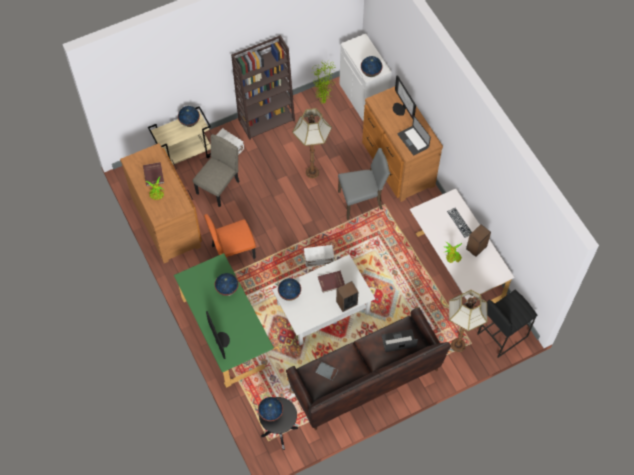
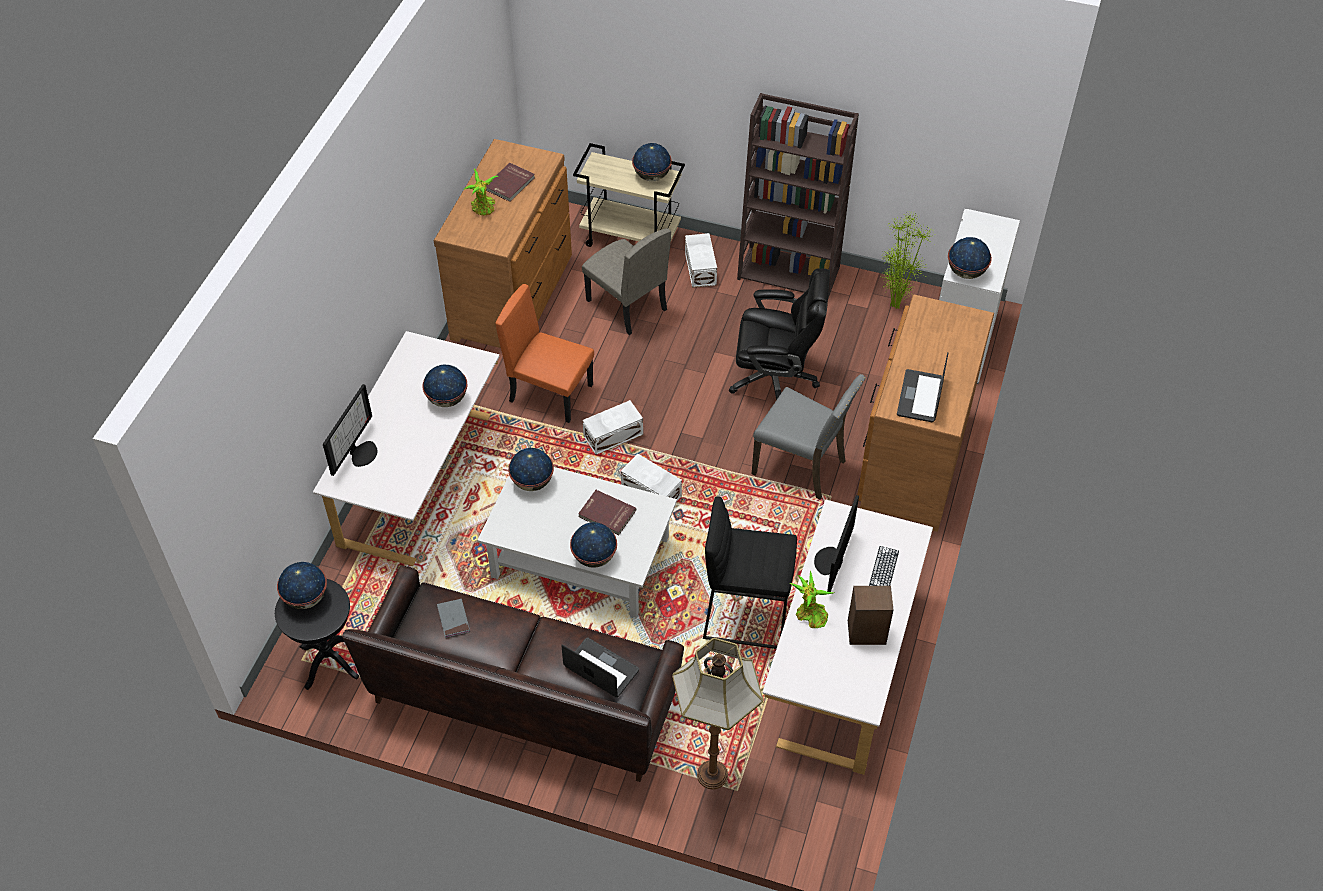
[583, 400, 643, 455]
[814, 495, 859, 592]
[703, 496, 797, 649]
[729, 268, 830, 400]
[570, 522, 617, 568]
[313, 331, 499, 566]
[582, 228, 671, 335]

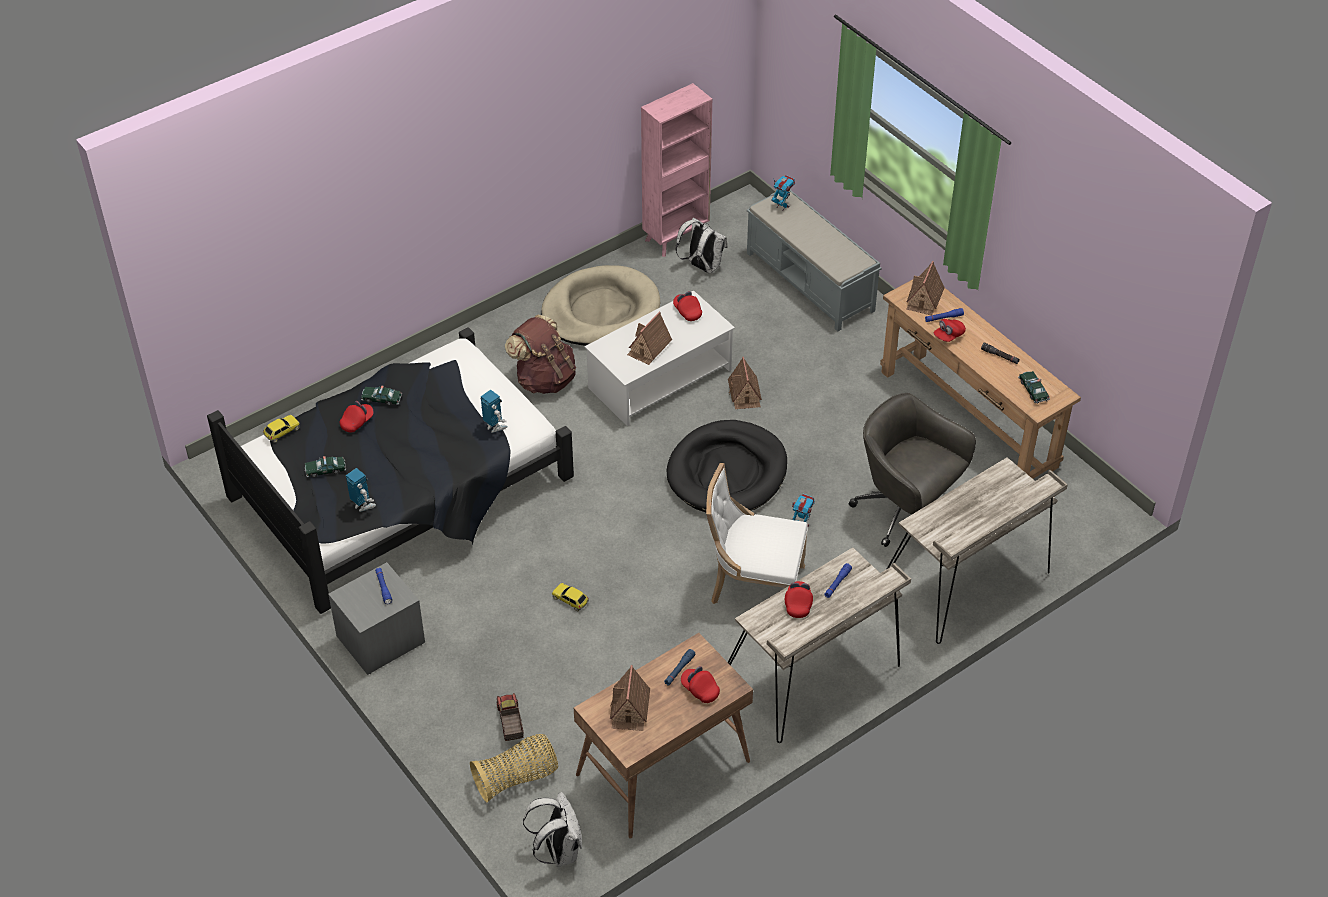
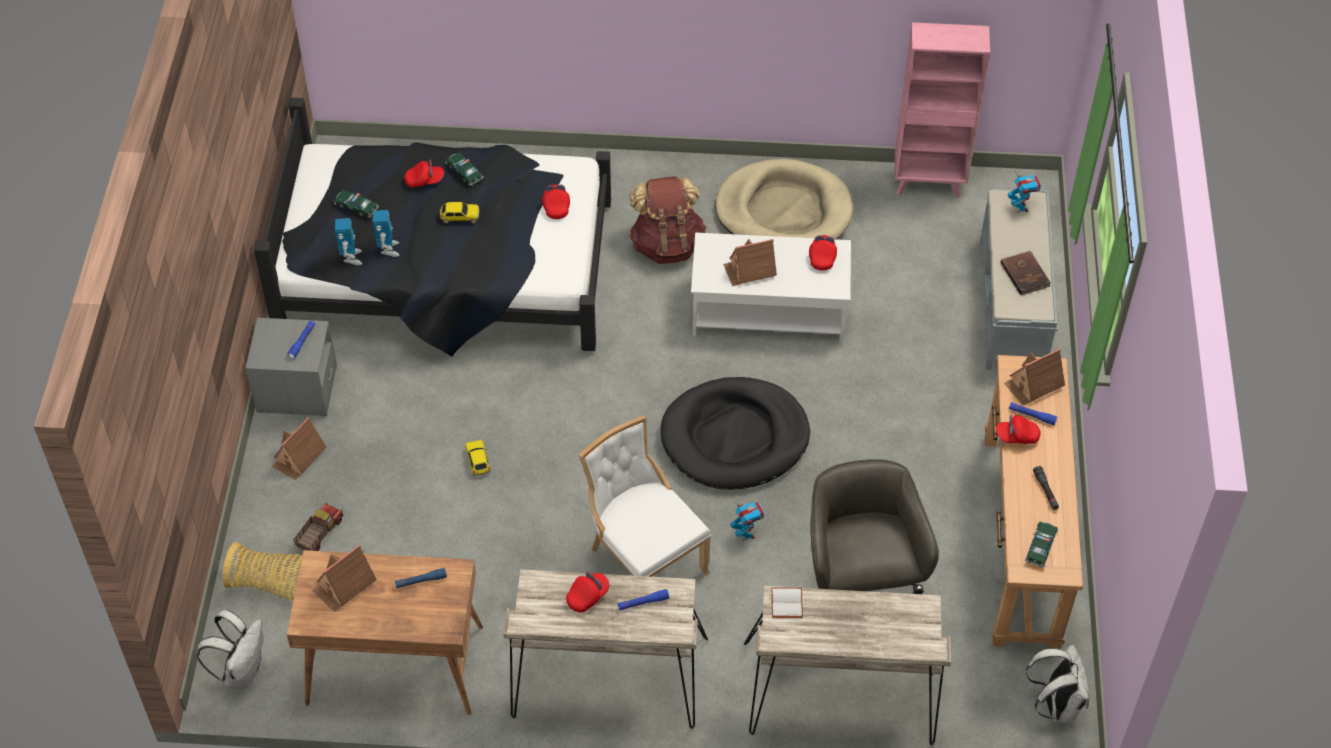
[771, 588, 803, 618]
[1000, 250, 1051, 295]
[440, 202, 479, 223]
[373, 210, 400, 257]
[1026, 645, 1089, 722]
[542, 185, 570, 219]
[272, 417, 327, 480]

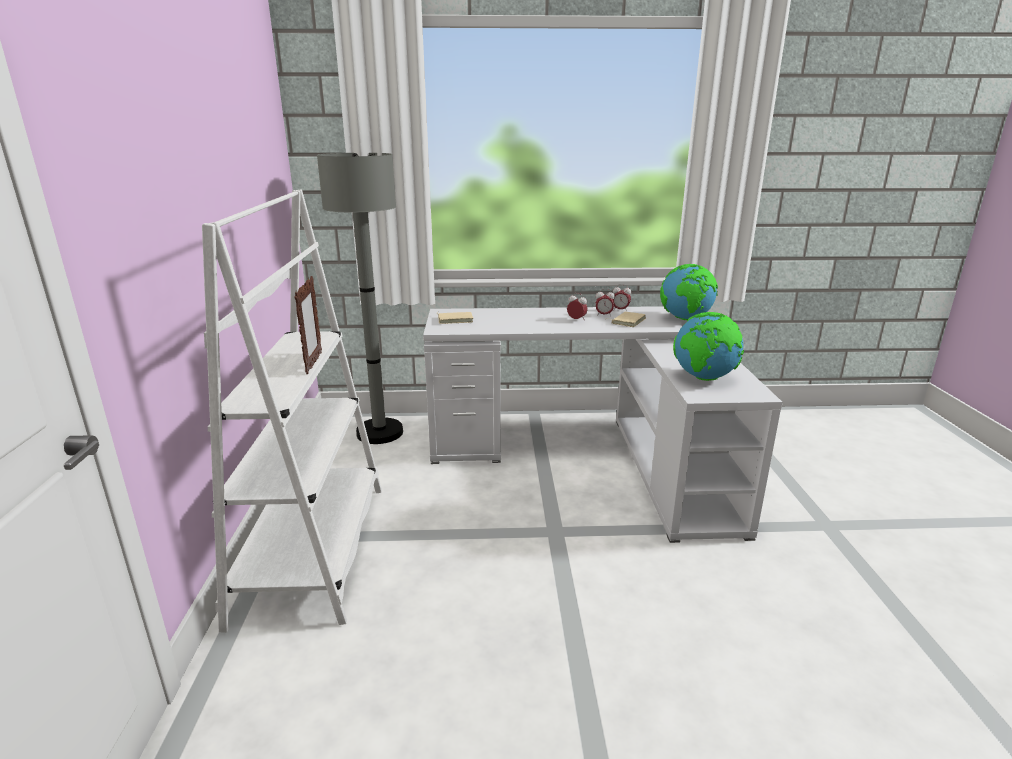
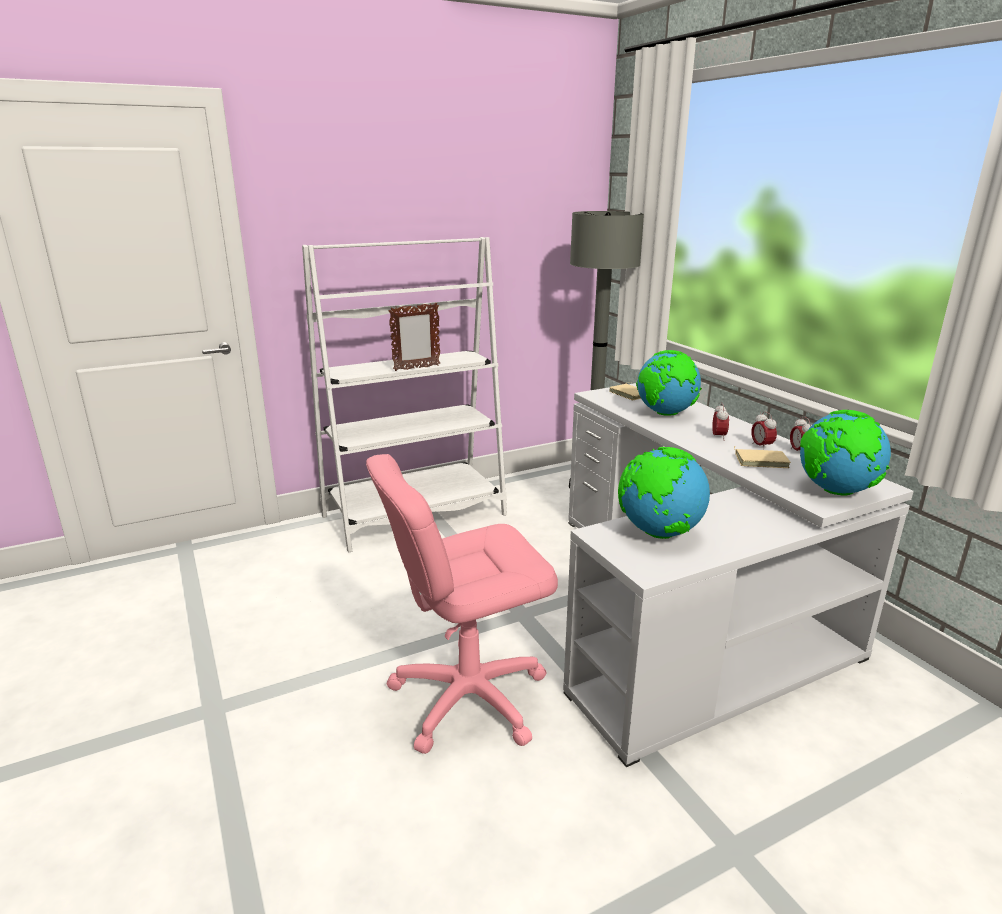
[366, 454, 558, 754]
[636, 350, 702, 416]

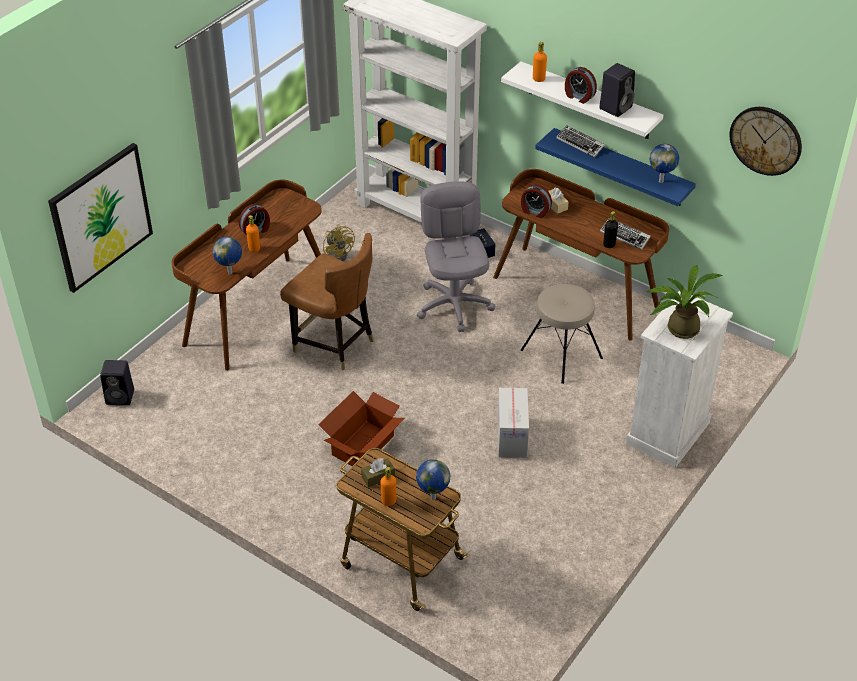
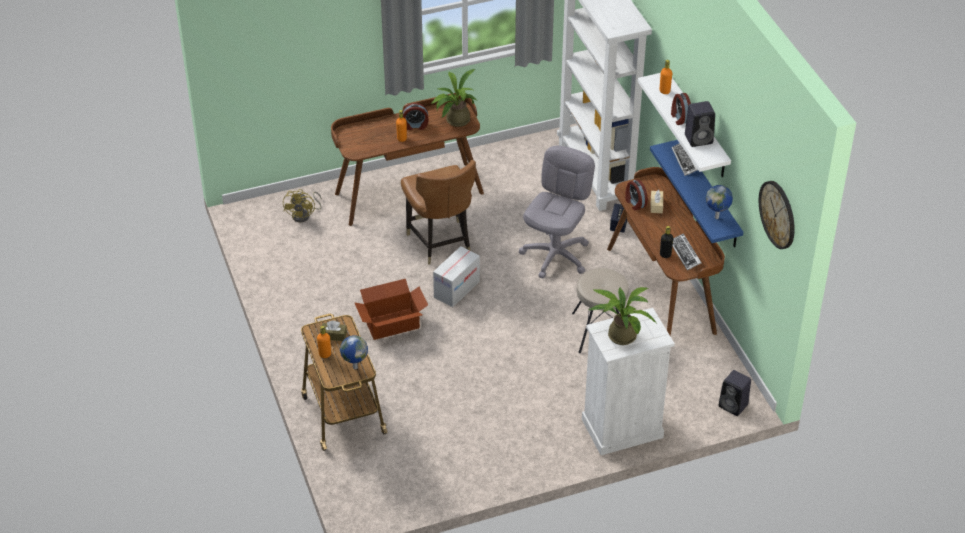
[48, 143, 153, 293] (first image)
[213, 237, 242, 274] (first image)
[431, 69, 477, 127]
[719, 370, 751, 416]
[283, 189, 322, 222]
[433, 246, 480, 307]

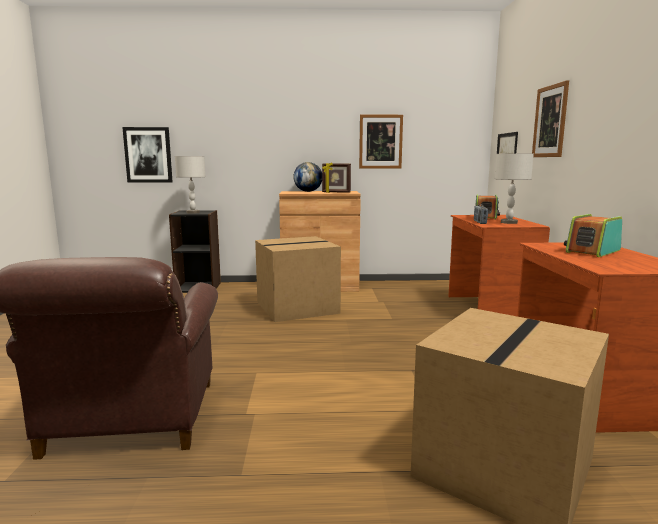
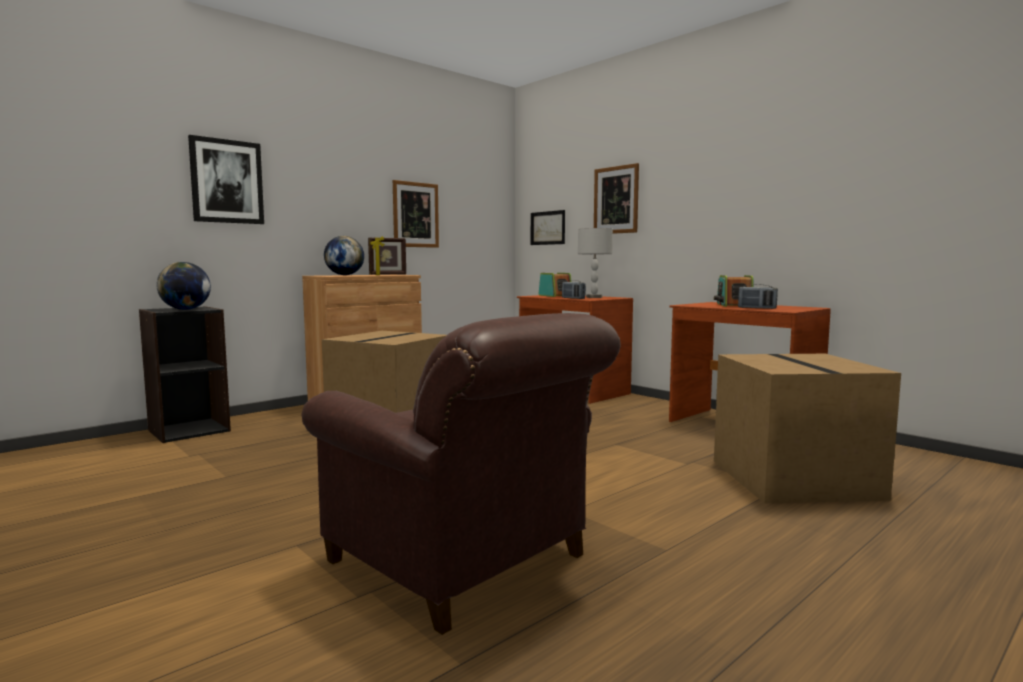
[738, 284, 778, 309]
[188, 135, 264, 224]
[156, 262, 211, 310]

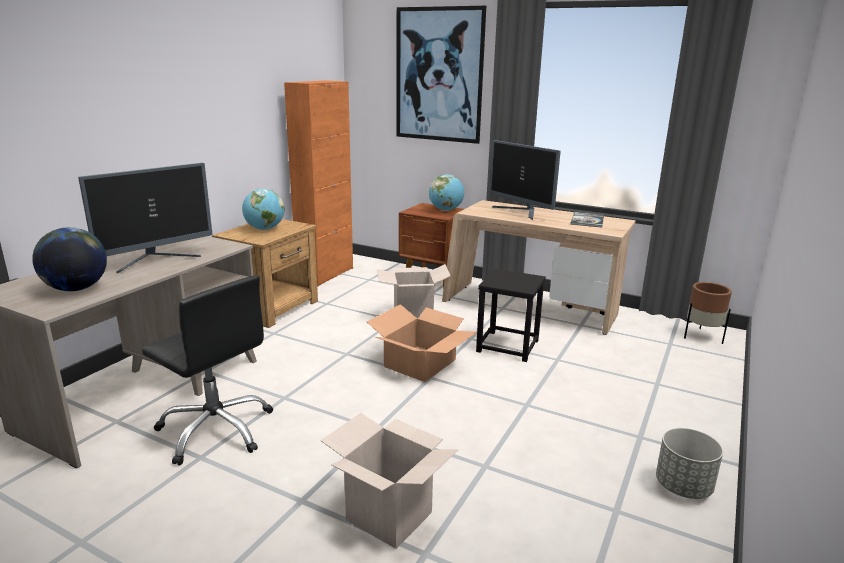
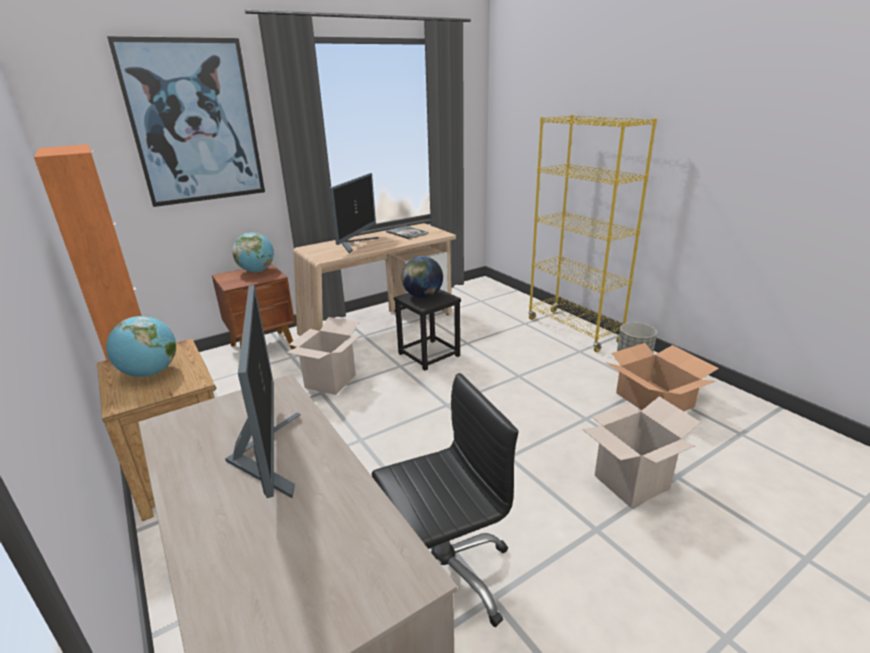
[684, 282, 732, 344] (first image)
[528, 115, 657, 352]
[402, 256, 443, 298]
[605, 343, 719, 411]
[329, 173, 379, 254]

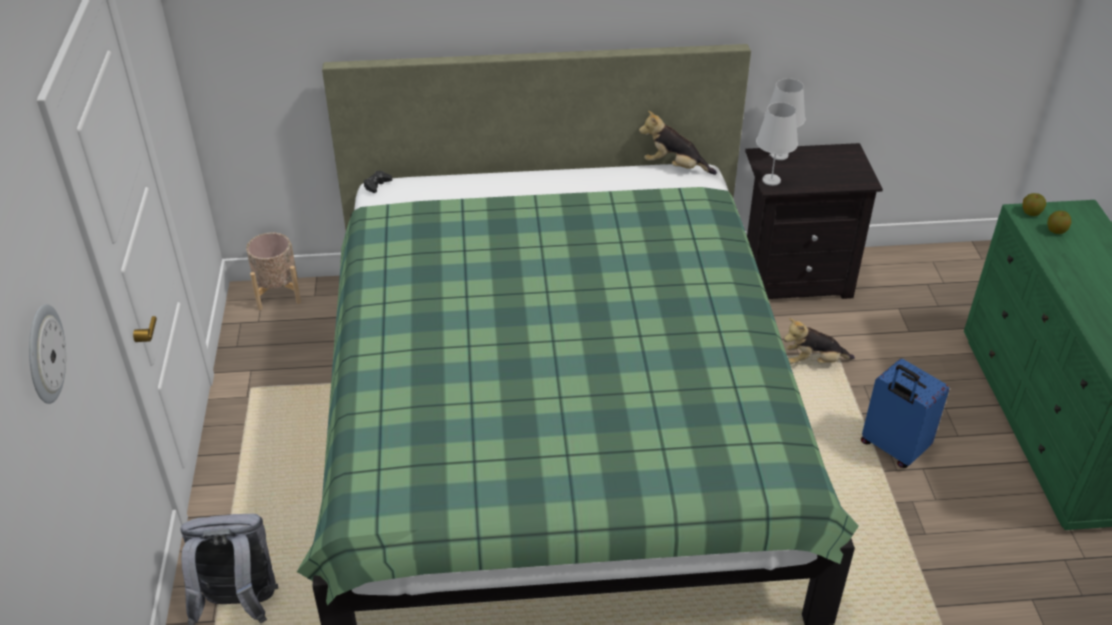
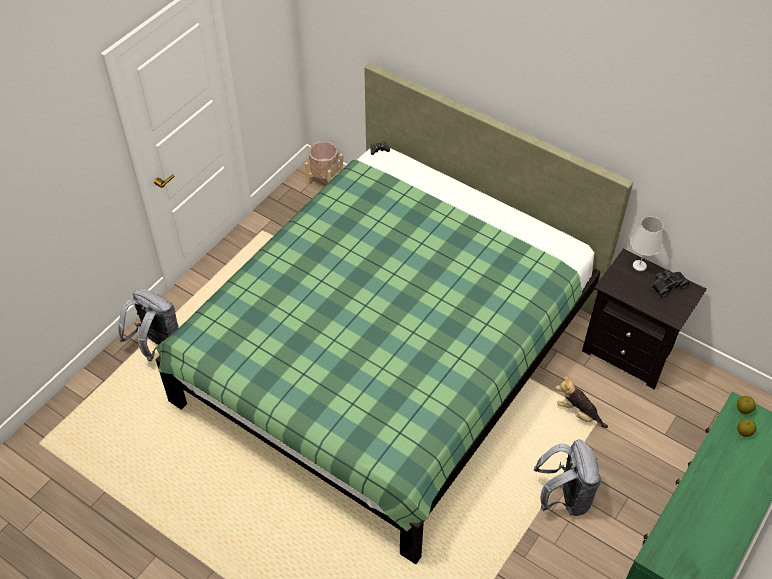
[29, 304, 66, 404] (first image)
[639, 111, 717, 175] (first image)
[756, 102, 798, 186] (first image)
[652, 270, 690, 298]
[534, 439, 601, 516]

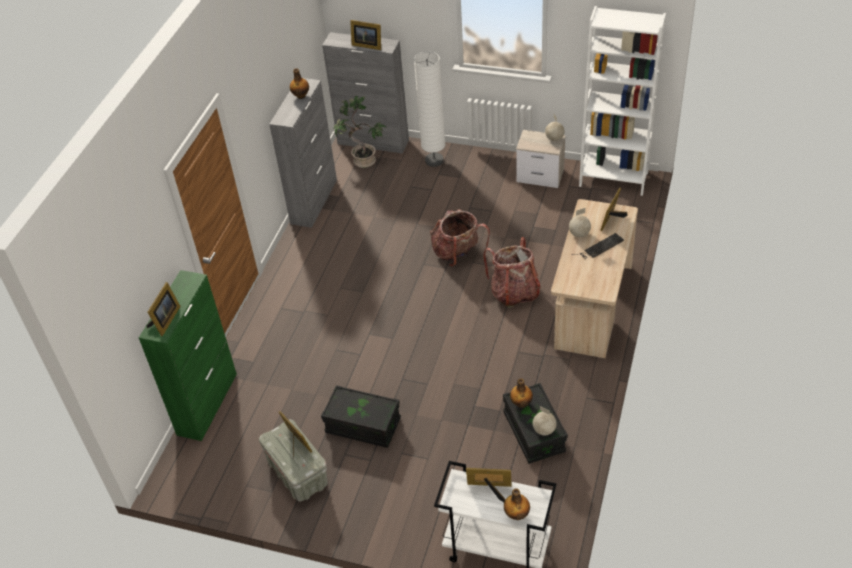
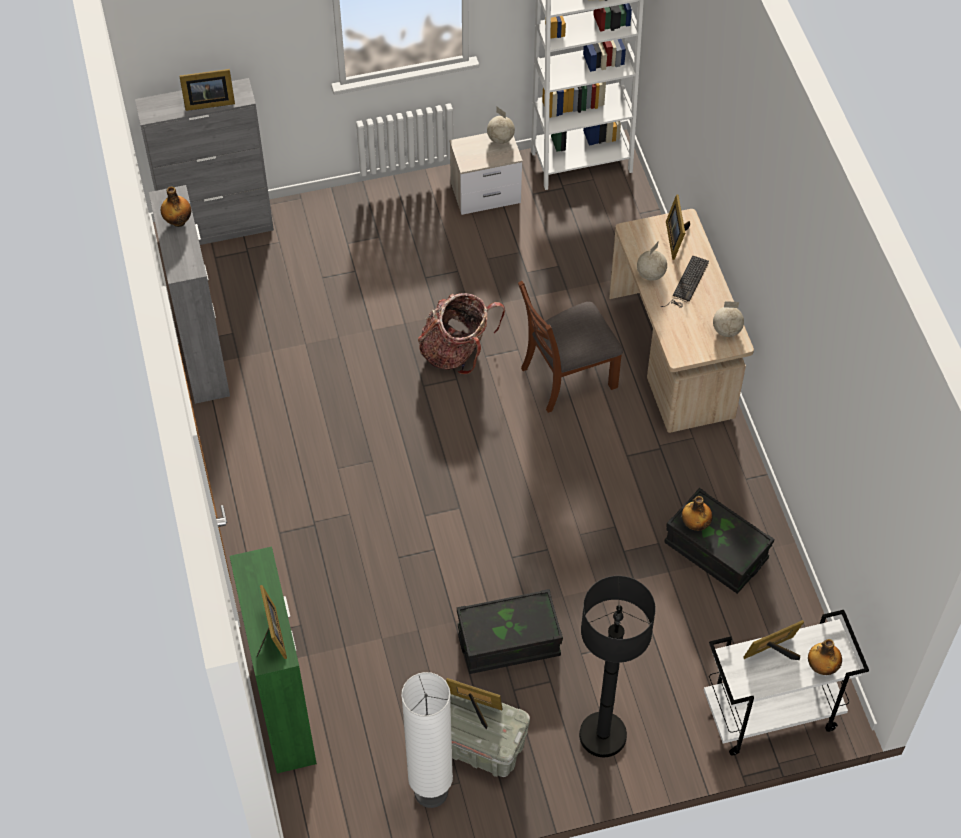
[333, 96, 386, 168] (first image)
[579, 576, 656, 757]
[401, 672, 453, 808]
[713, 301, 744, 337]
[518, 281, 623, 413]

